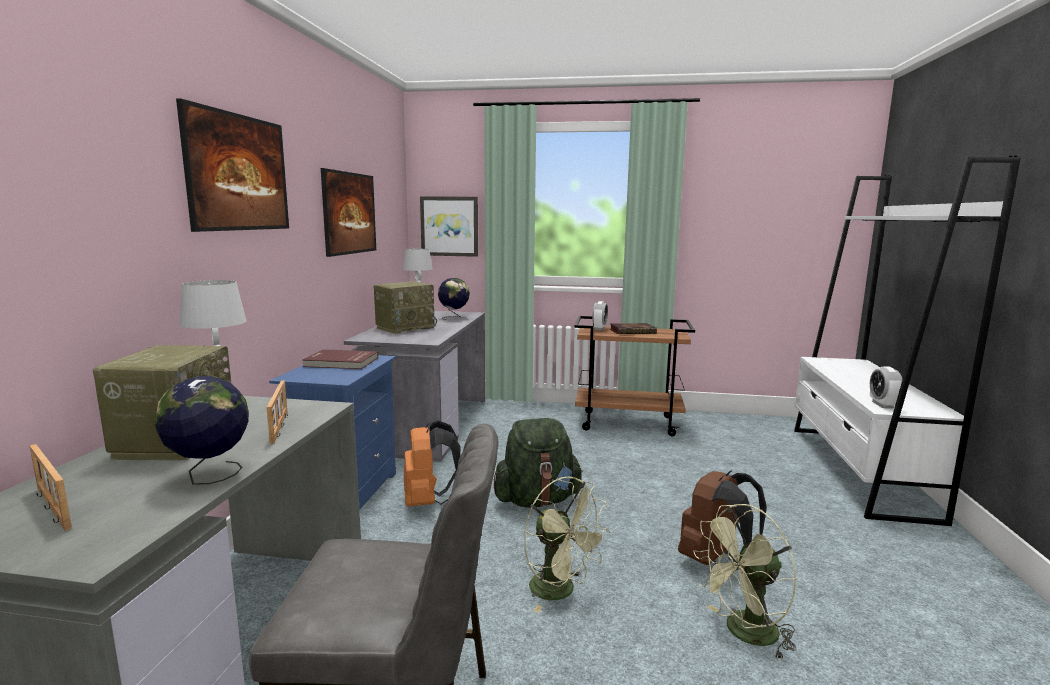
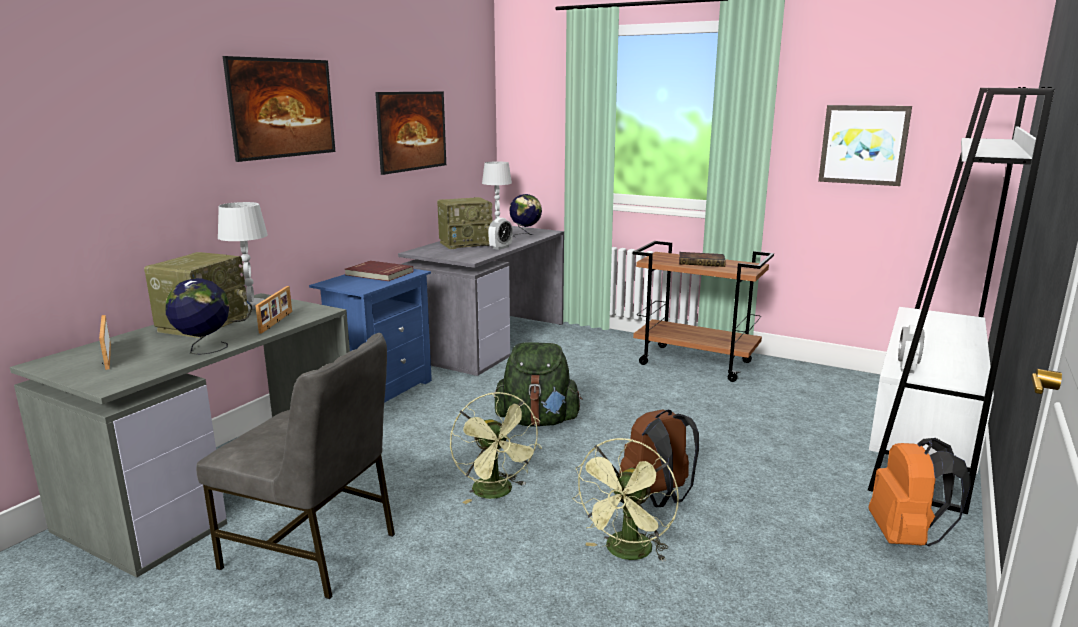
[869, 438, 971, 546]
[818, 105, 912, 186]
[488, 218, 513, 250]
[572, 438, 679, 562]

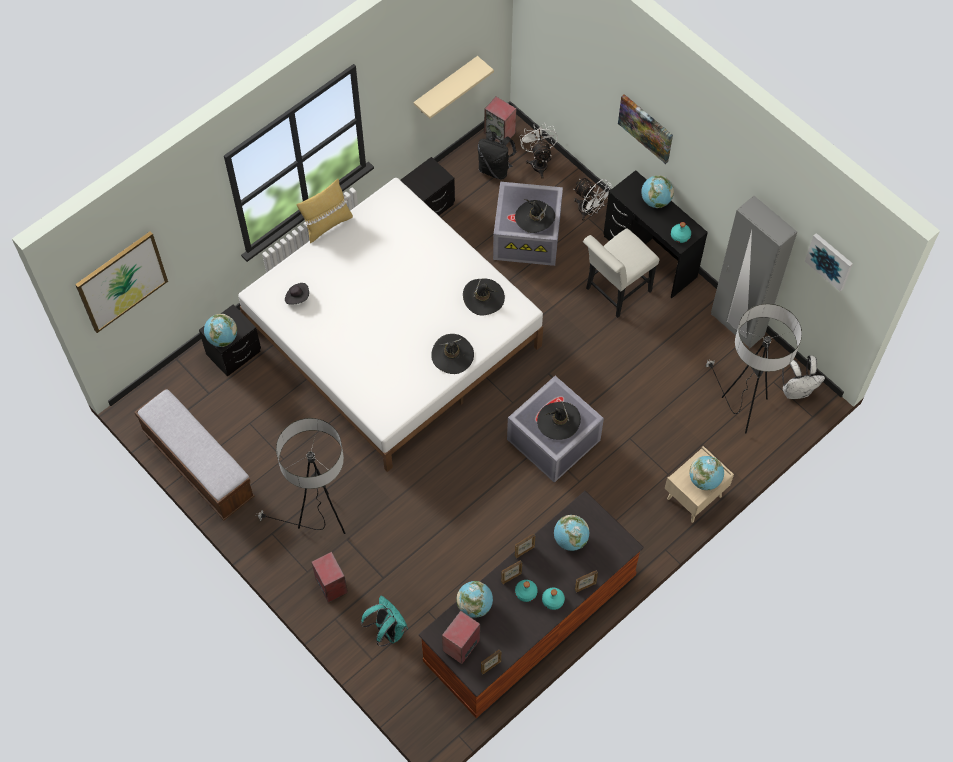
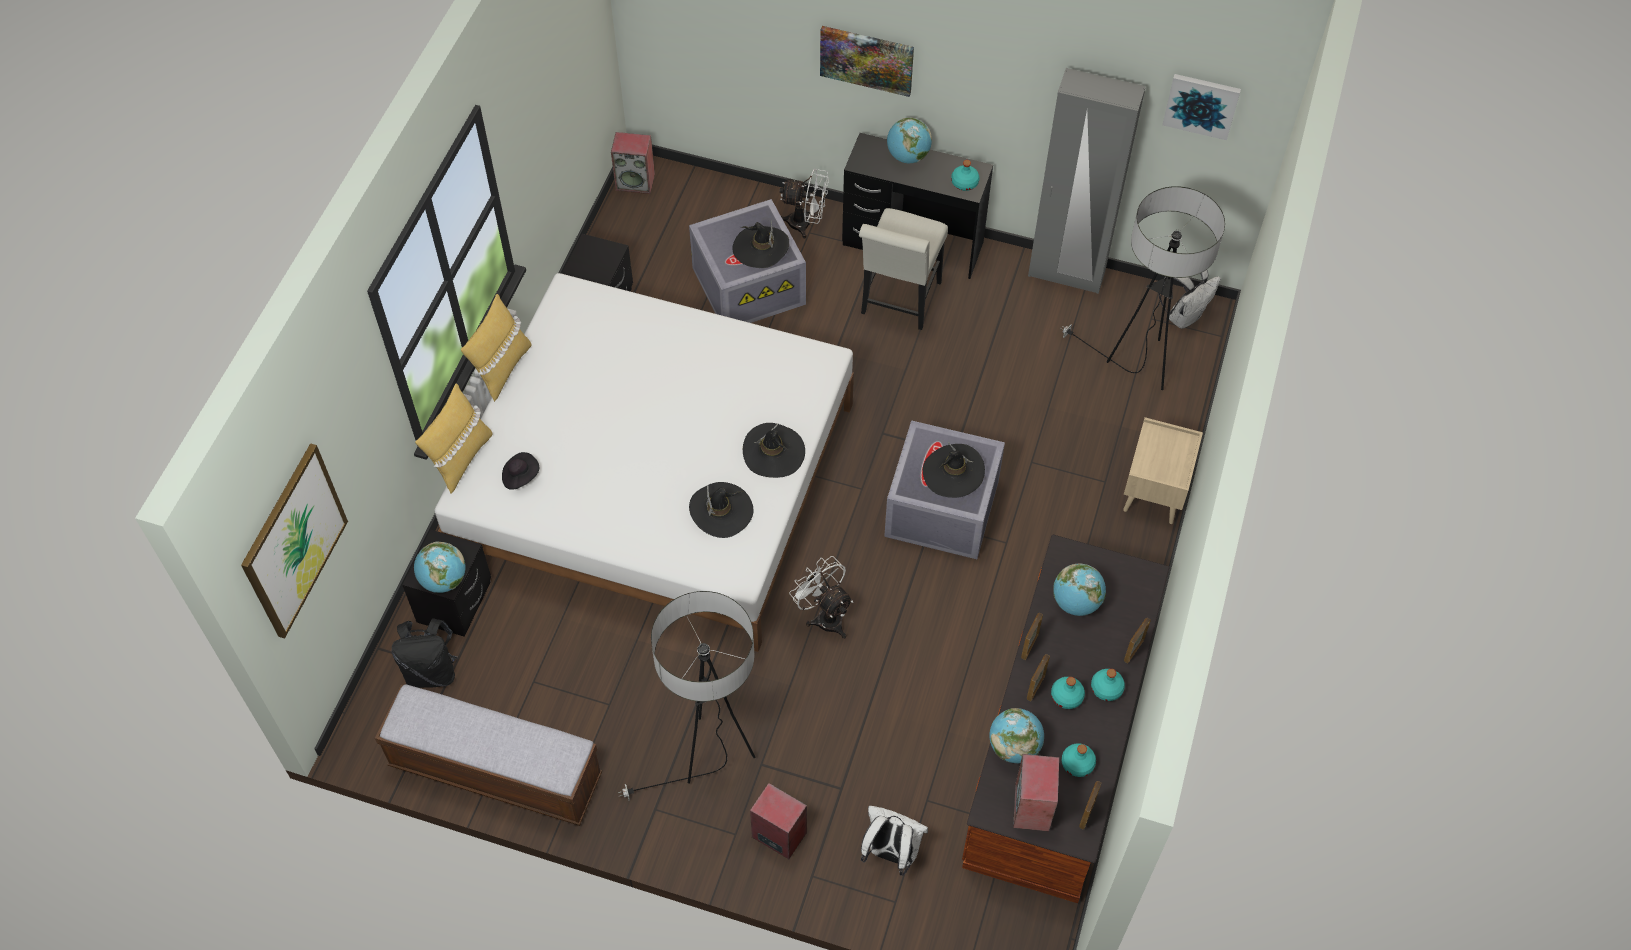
[414, 56, 494, 119] (first image)
[689, 456, 724, 490] (first image)
[415, 383, 493, 494]
[1062, 743, 1096, 777]
[689, 482, 753, 538]
[391, 618, 458, 688]
[789, 556, 853, 639]
[861, 806, 928, 876]

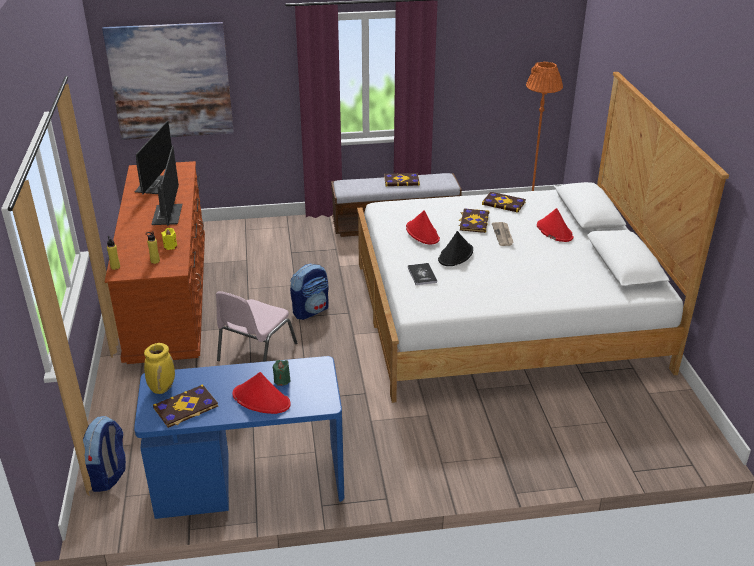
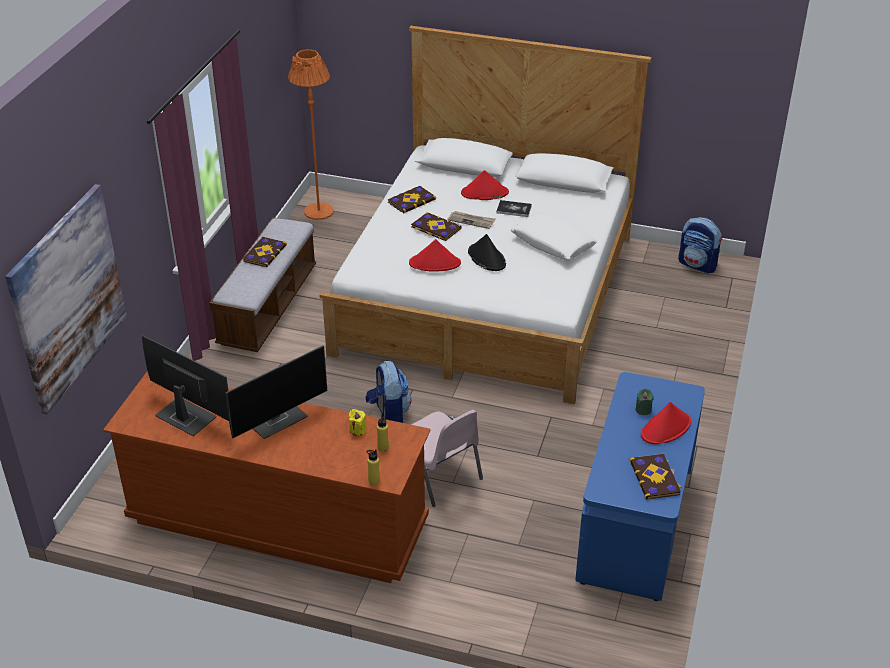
[144, 343, 175, 394] (first image)
[511, 213, 597, 260]
[678, 217, 723, 274]
[496, 200, 532, 217]
[226, 345, 327, 439]

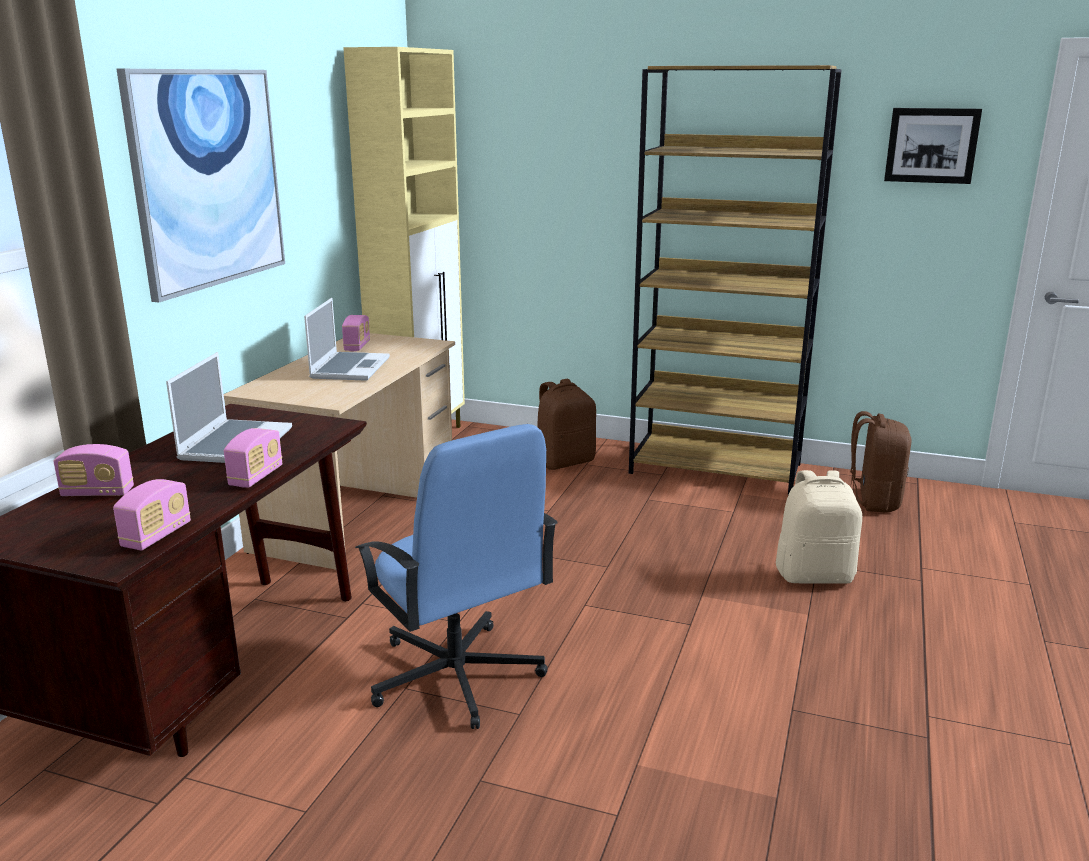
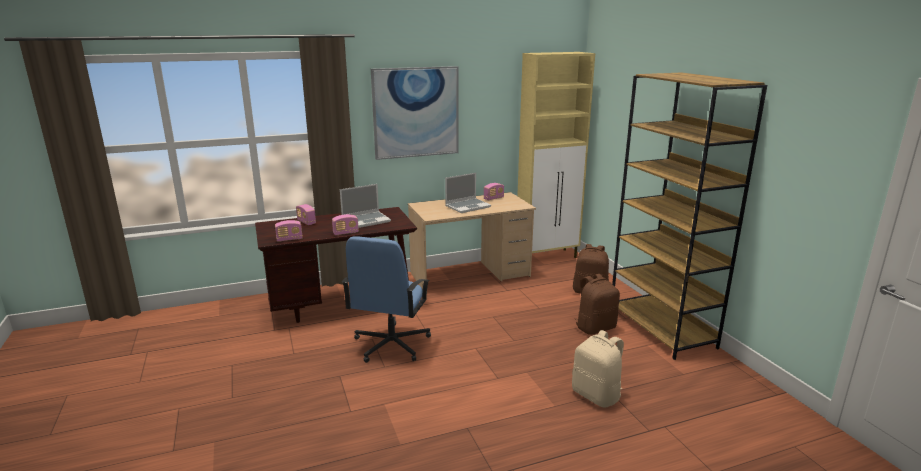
[884, 108, 982, 184] (first image)
[575, 274, 620, 335]

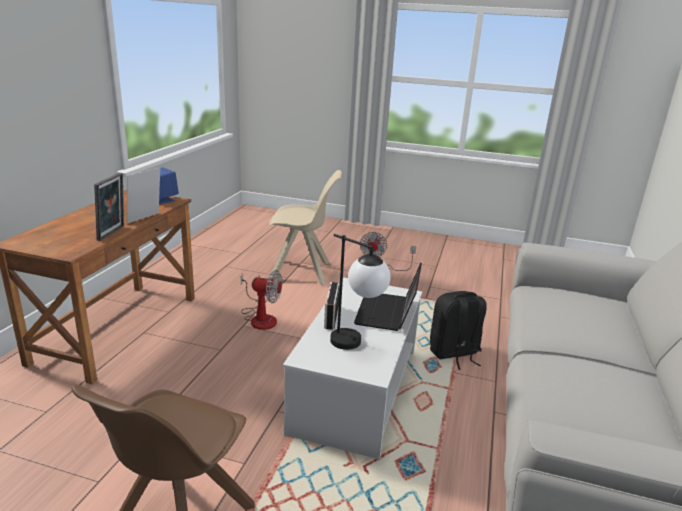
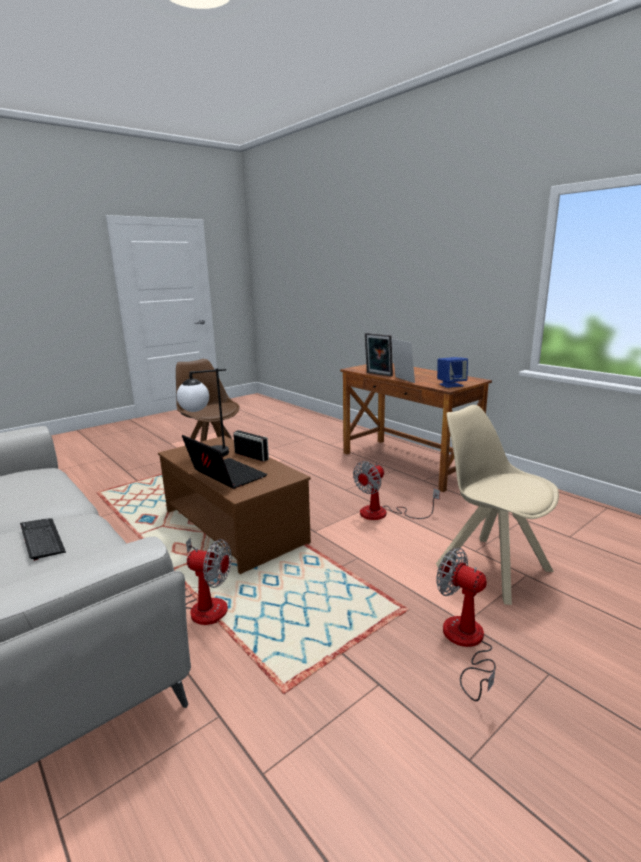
[20, 518, 66, 561]
[185, 538, 232, 625]
[158, 436, 311, 574]
[436, 405, 559, 605]

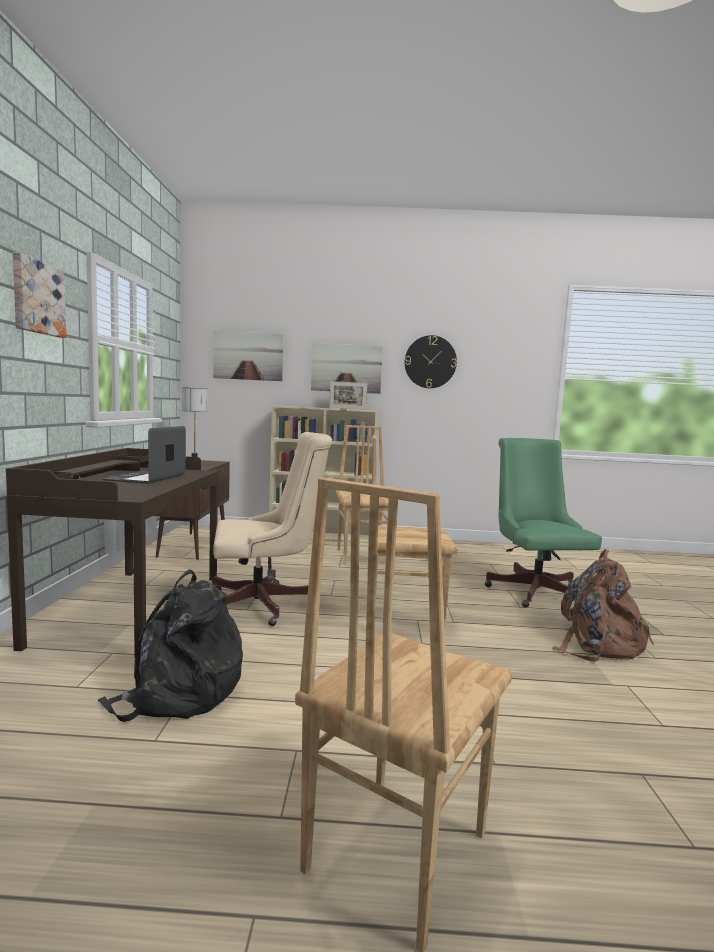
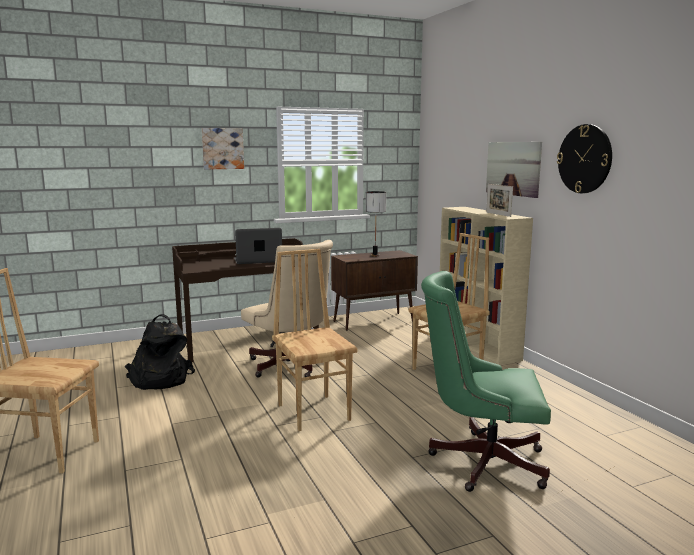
[213, 331, 284, 381] (first image)
[553, 549, 654, 662] (first image)
[421, 271, 551, 492]

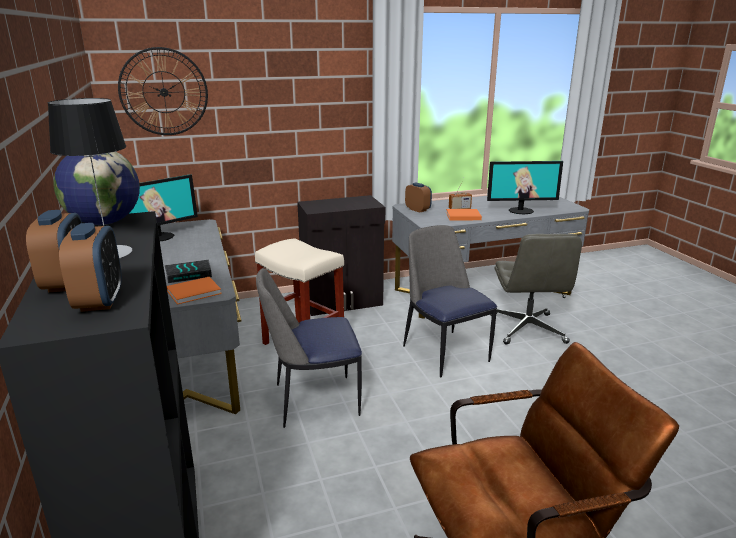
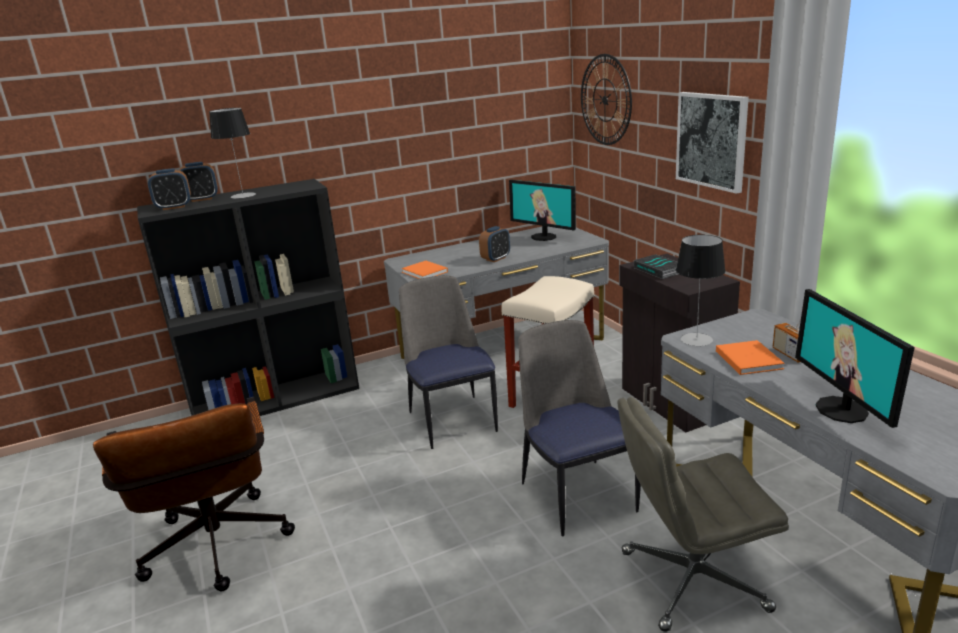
[54, 151, 140, 225] (first image)
[676, 92, 749, 194]
[676, 235, 726, 346]
[634, 254, 679, 279]
[479, 226, 510, 262]
[518, 320, 641, 536]

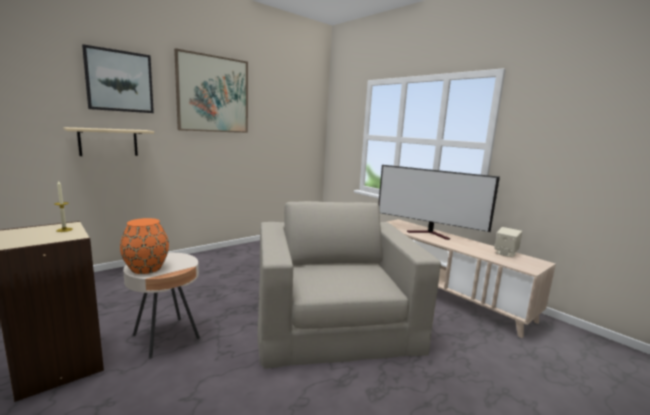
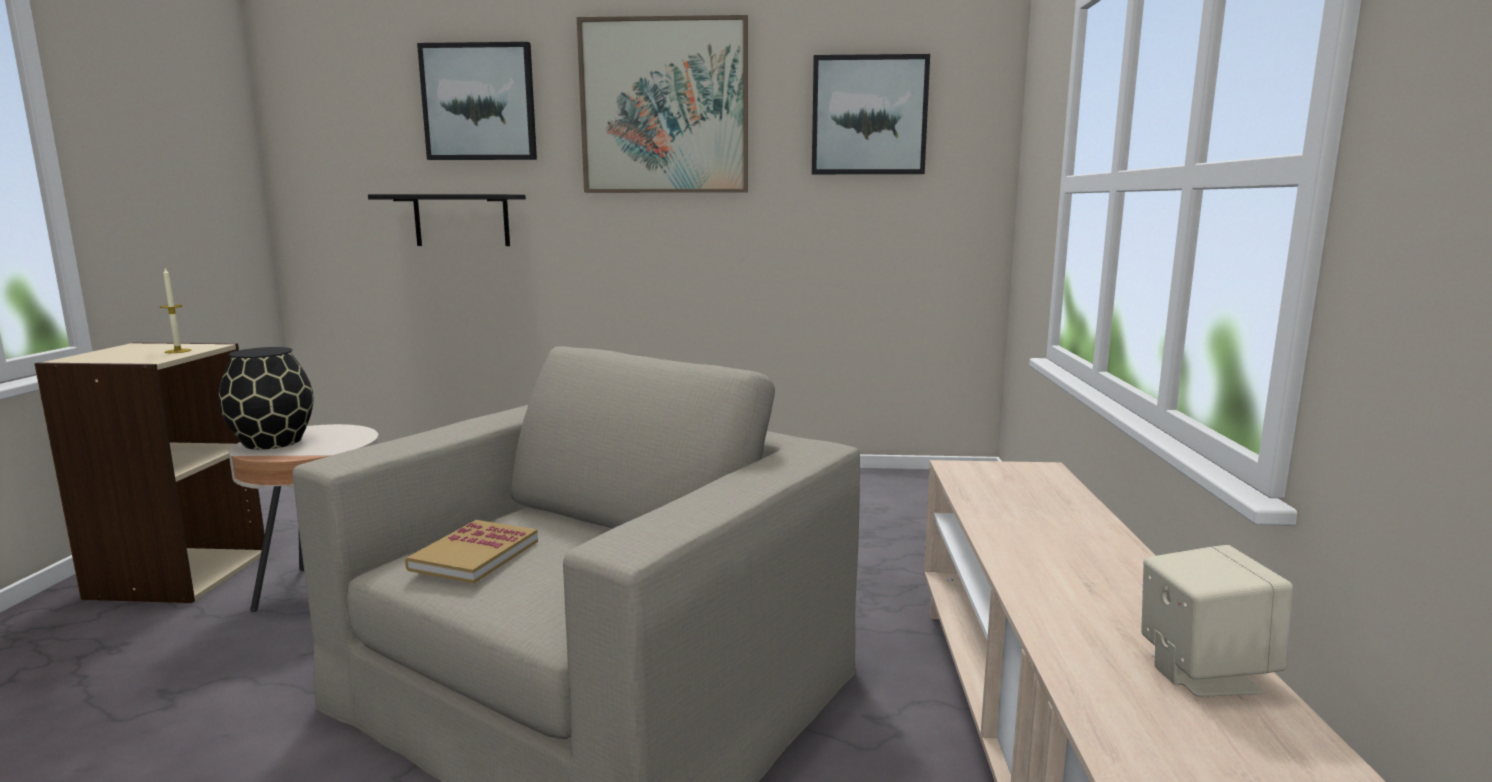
[378, 165, 500, 240] (first image)
[405, 520, 538, 584]
[812, 54, 930, 174]
[368, 194, 526, 246]
[218, 347, 314, 450]

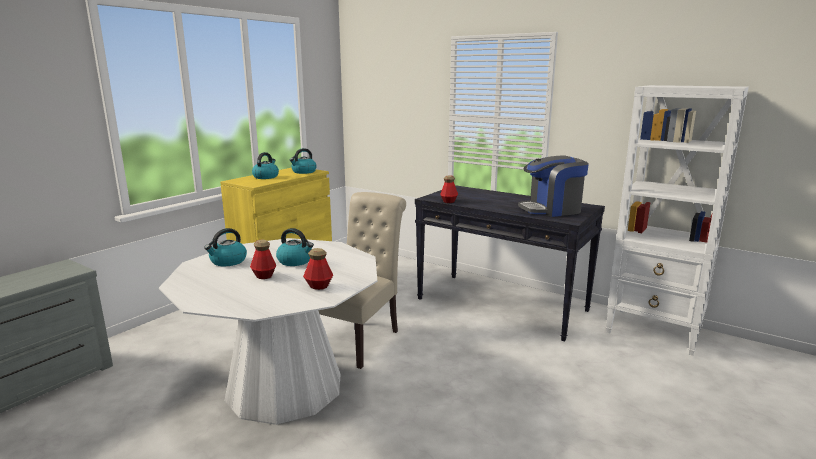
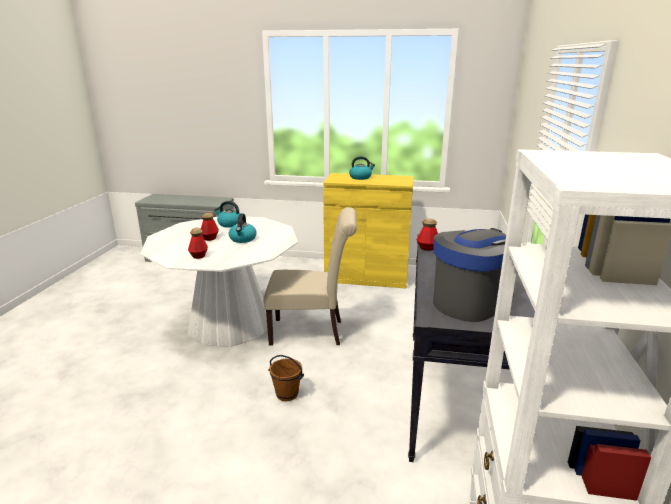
[290, 148, 317, 174] (first image)
[268, 355, 304, 401]
[433, 228, 514, 322]

